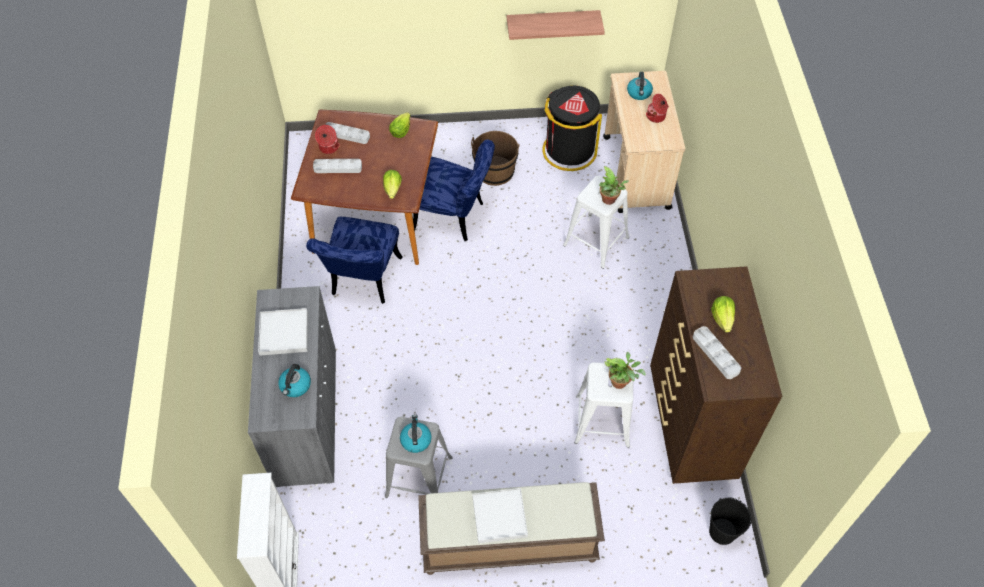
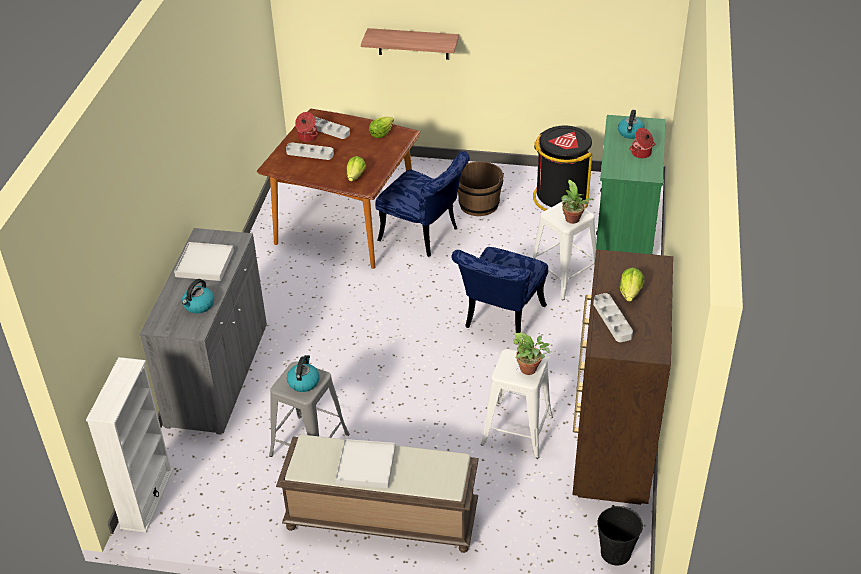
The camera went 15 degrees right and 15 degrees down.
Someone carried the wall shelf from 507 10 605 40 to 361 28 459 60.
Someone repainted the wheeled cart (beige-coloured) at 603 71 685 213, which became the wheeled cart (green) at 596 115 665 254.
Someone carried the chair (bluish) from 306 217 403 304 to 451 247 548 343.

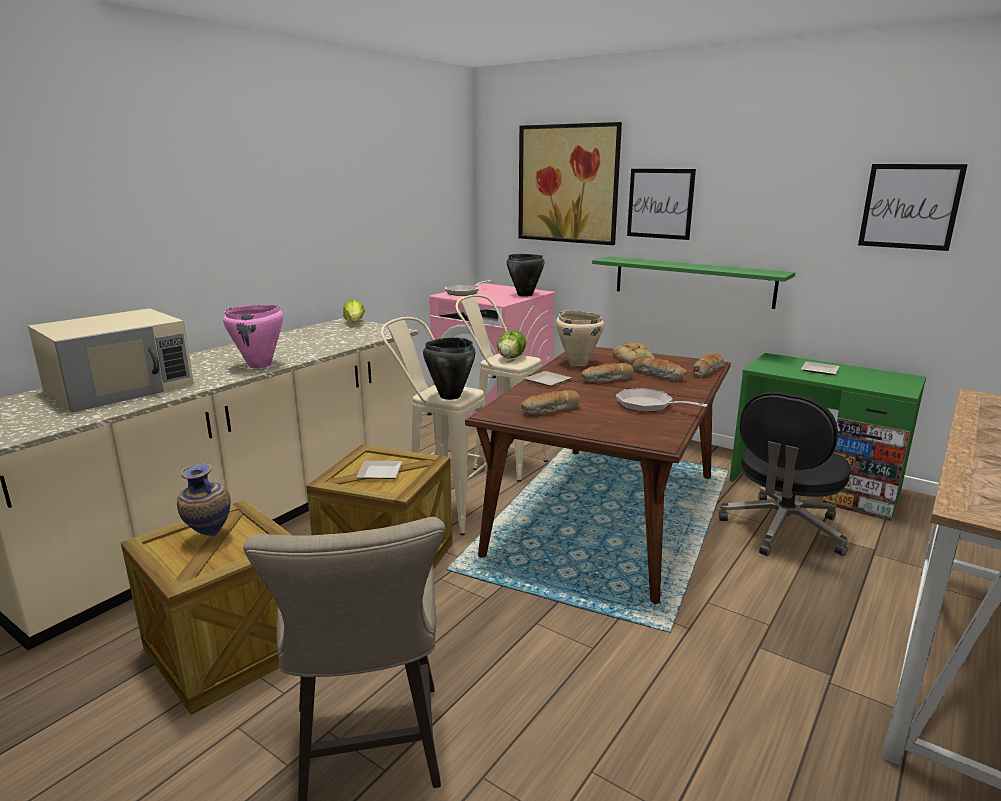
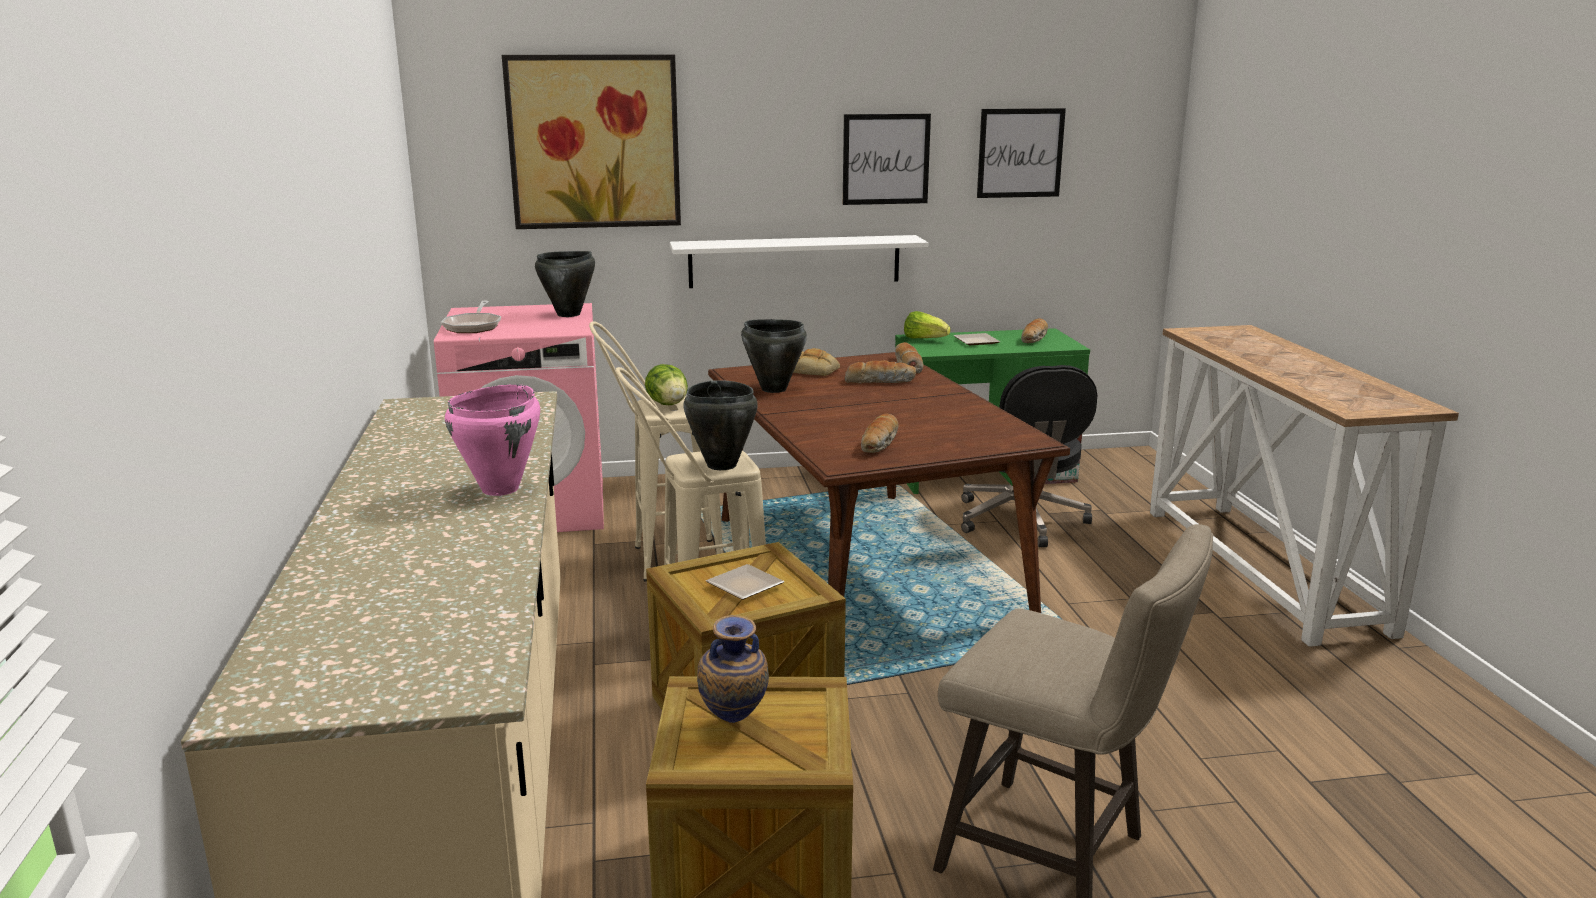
The camera went 45 degrees left and 0 degrees up.
Someone carried the wall art from 627 169 696 240 to 843 114 931 205.
Someone repainted the wall shelf (green) at 592 257 795 309, which became the wall shelf (white-coloured) at 670 235 928 288.
Someone carried the lettuce from 343 300 365 323 to 904 311 951 339.
Someone took away the microwave (beige-coloured) at 28 308 194 413.
Someone repainted the saucepot (beige-coloured) at 556 310 604 366, which became the saucepot (black) at 741 319 807 393.
Someone carried the baked bread from 581 363 634 383 to 1021 319 1048 343.
Someone took away the flat dish at 524 371 571 386.
Someone took away the frying pan at 616 388 708 412.

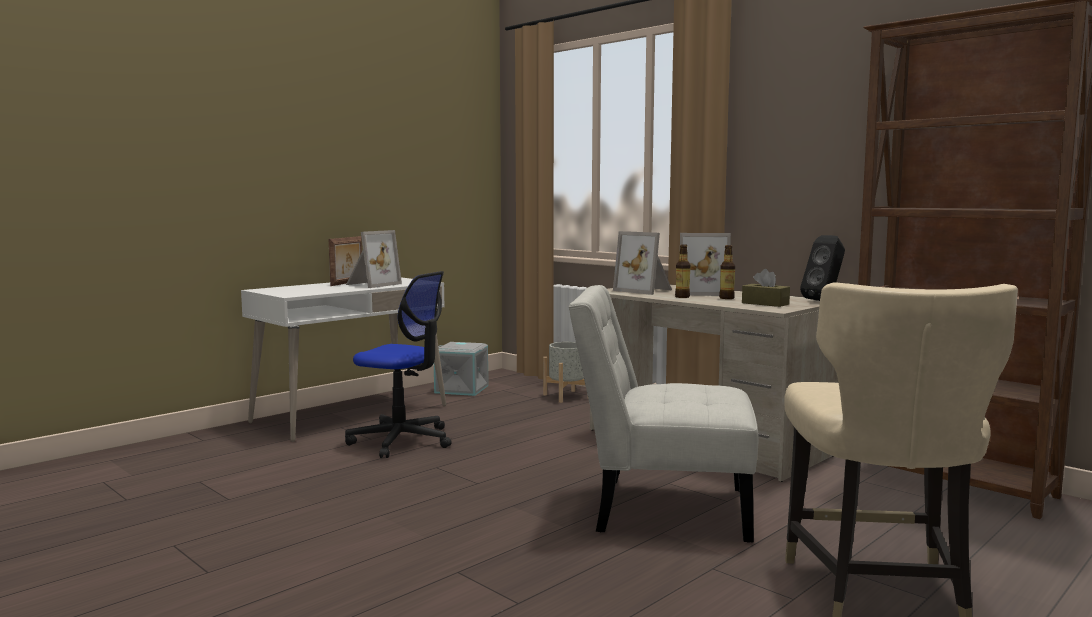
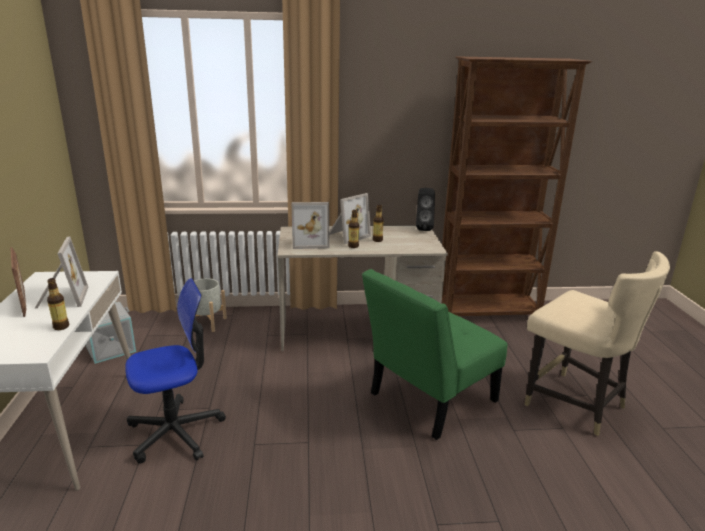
The camera went 50 degrees left and 15 degrees up.
Someone took away the tissue holder (brown-coloured) at 742 269 790 307.
Someone repainted the chair (white-coloured) at 568 285 759 543, which became the chair (green) at 362 269 507 440.
Someone put down the drink bottle at 47 278 69 330.

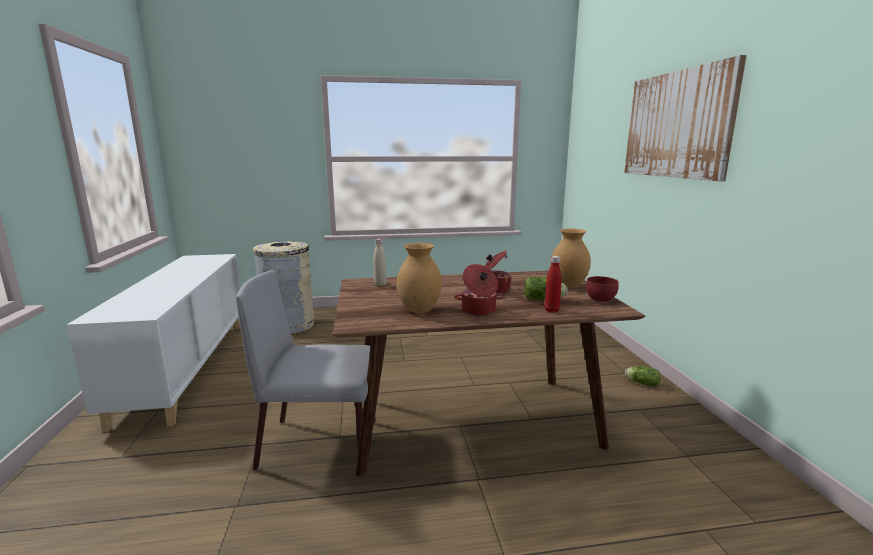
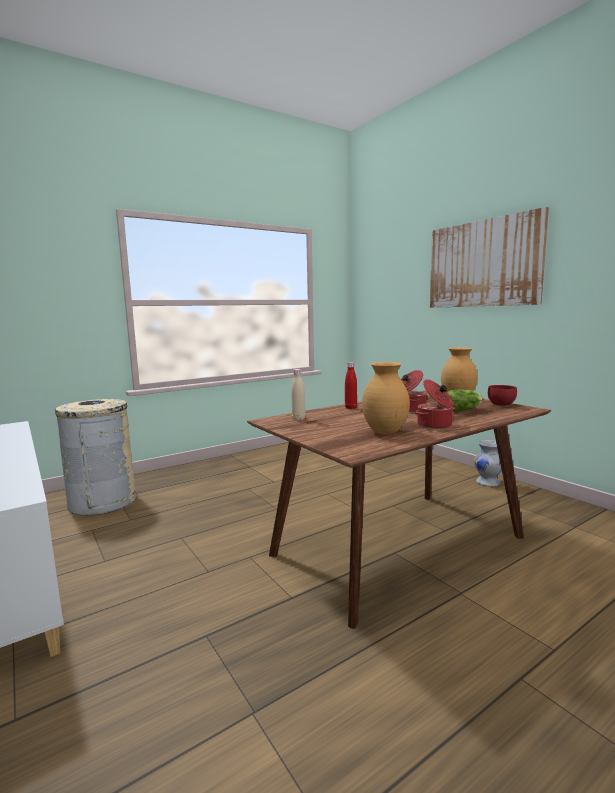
The camera went 25 degrees left and 5 degrees down.
Someone carried the drink bottle (red) from 545 256 562 312 to 345 362 357 409.
Someone took away the chair (grey) at 236 270 375 470.
Someone swapped the lettuce at 625 366 660 387 for the flower vase (white-coloured) at 474 440 502 486.

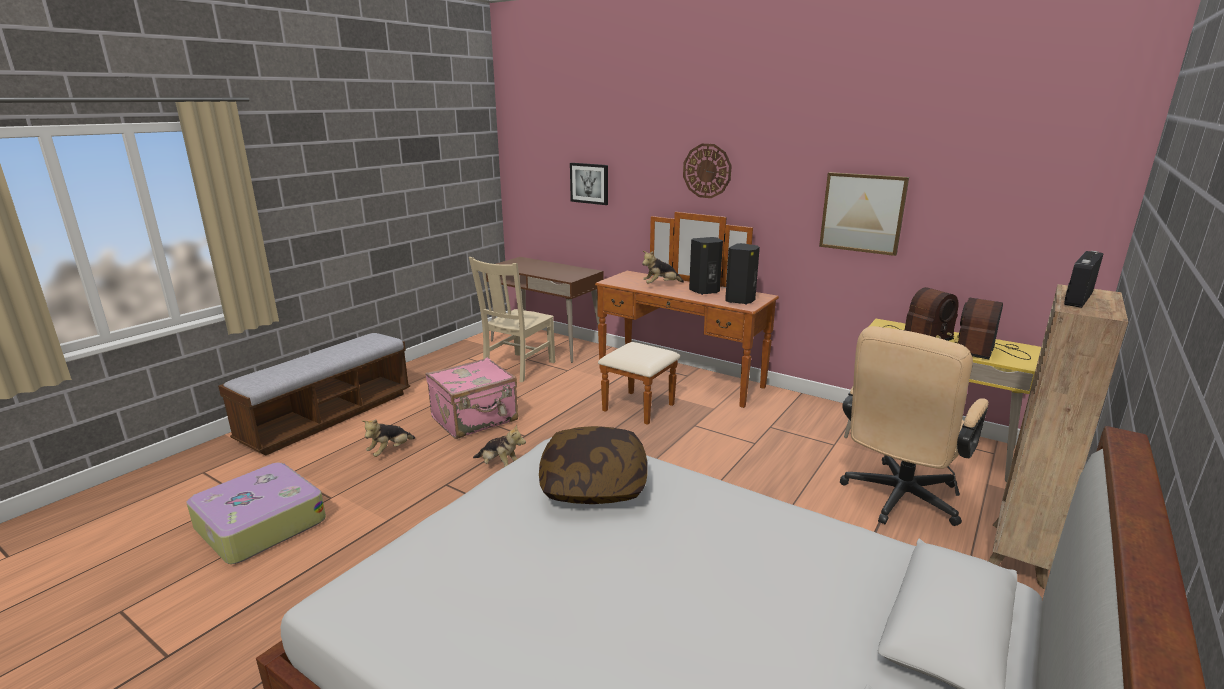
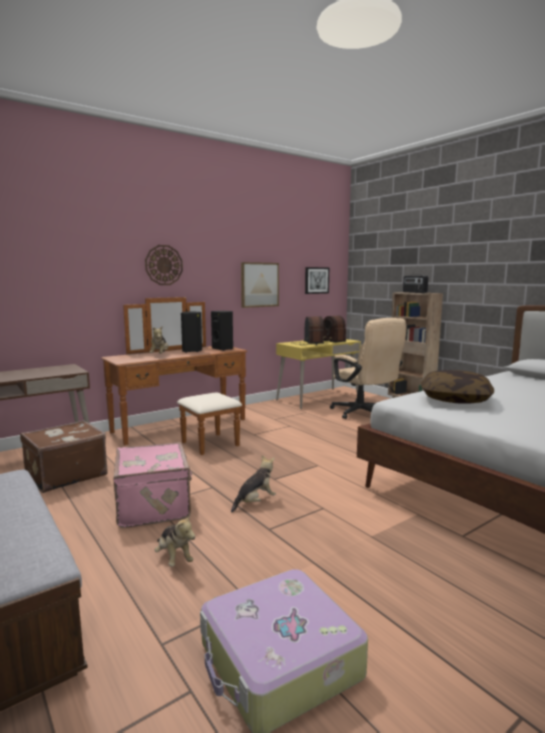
The camera went 70 degrees left and 10 degrees down.
Someone carried the wall art from 570 163 608 205 to 305 267 329 294.
Someone swapped the chair (beige-coloured) at 469 257 555 382 for the piece of luggage (brown-coloured) at 20 420 108 493.

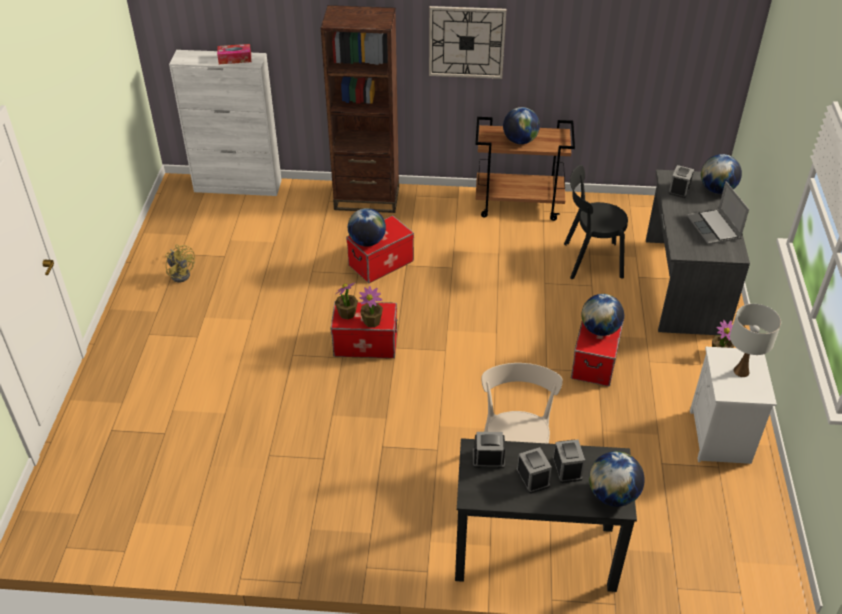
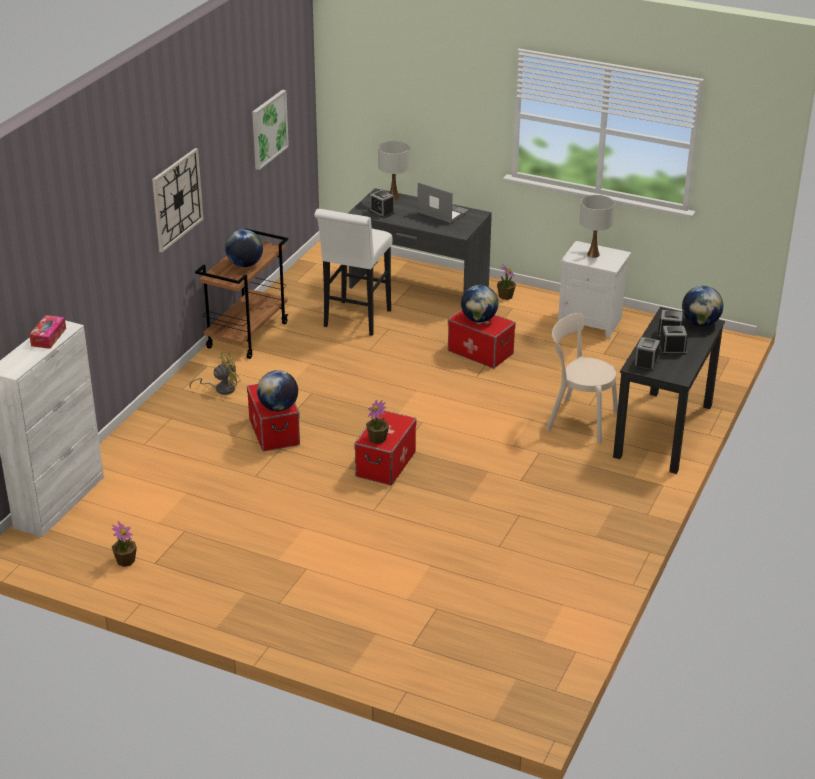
The camera went 70 degrees left and 10 degrees down.
Someone took away the shelving unit (brown-coloured) at 321 5 399 213.
Someone swapped the world globe at 701 154 742 194 for the table lamp (white-coloured) at 378 140 410 201.
Someone swapped the chair (black) at 564 165 628 279 for the stool seat (white-coloured) at 314 209 393 336.
Someone rotated the laptop at 687 181 749 245 by 150 degrees counterclockwise.
Someone carried the electric fan (yellow-coloured) from 165 245 195 283 to 189 352 241 395.
Someone carried the potted plant from 359 286 383 328 to 112 521 137 567.
Someone put up the wall art at 252 90 289 170.

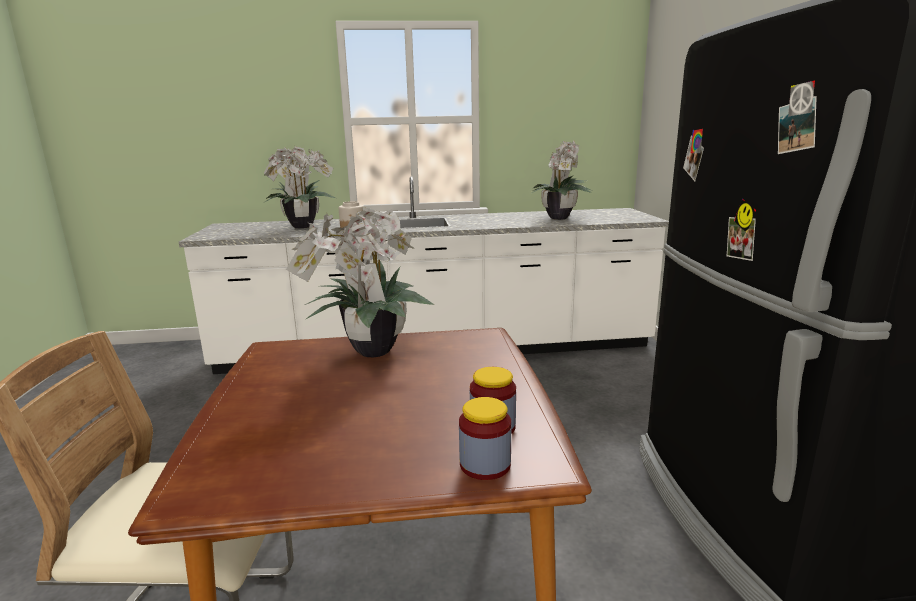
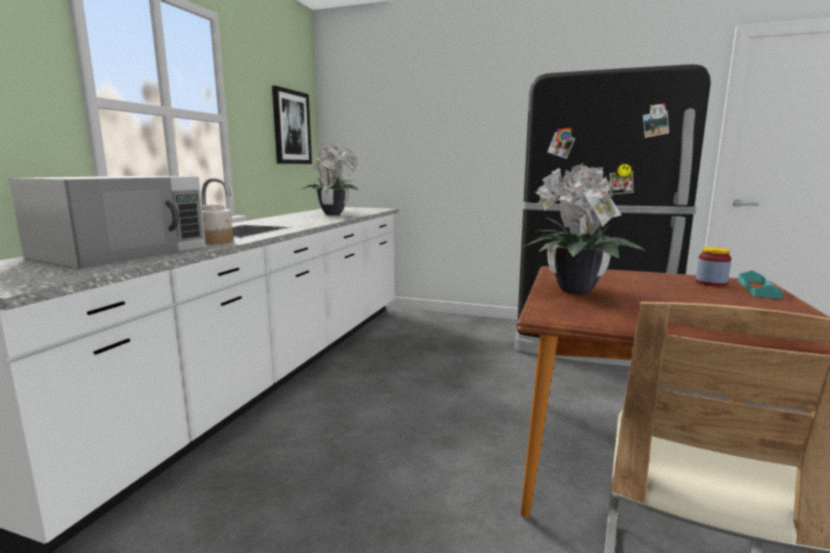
The camera went 65 degrees left and 5 degrees down.
Someone swapped the potted plant at 264 146 336 229 for the microwave (white-coloured) at 9 176 206 268.
Someone swapped the preserve jar at 459 397 511 480 for the tray (blue-green) at 738 270 783 299.
Someone put up the wall art at 272 86 312 164.

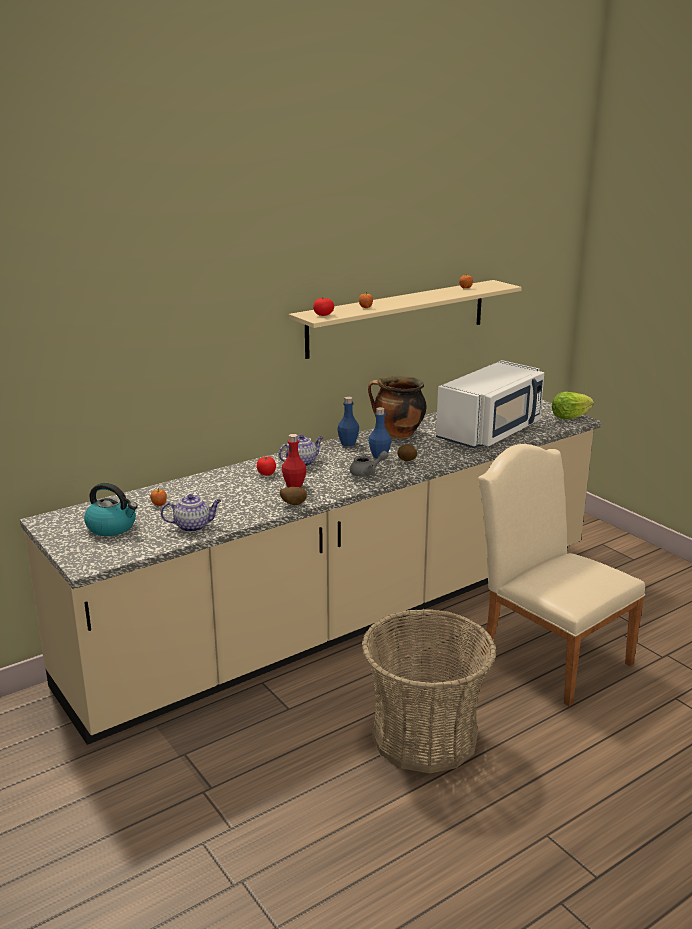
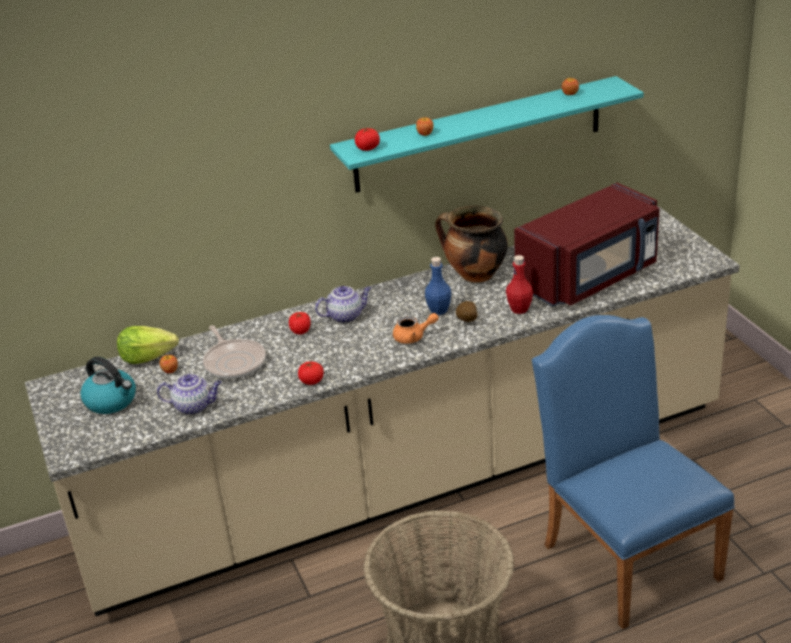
The camera went 15 degrees right and 10 degrees up.
Someone repainted the wall shelf (beige-coloured) at 289 280 522 359, which became the wall shelf (blue-green) at 330 76 644 193.
Someone repainted the microwave (white-coloured) at 436 360 544 448, which became the microwave (red) at 514 183 660 307.
Someone carried the lettuce from 552 392 594 419 to 117 326 179 364.
Someone took away the drink bottle (bluish) at 337 397 359 447.
Someone carried the drink bottle (red) from 282 434 307 488 to 506 255 533 314.
Someone repainted the chair (beige-coloured) at 478 444 645 707, which became the chair (bluish) at 532 315 735 629.
Someone repainted the tea pot (grey) at 350 451 389 477, which became the tea pot (orangey) at 393 313 439 344.
Someone swapped the spud at 280 487 307 505 for the whole tomato at 298 362 324 385.
Someone put down the frying pan at 203 325 266 379.

